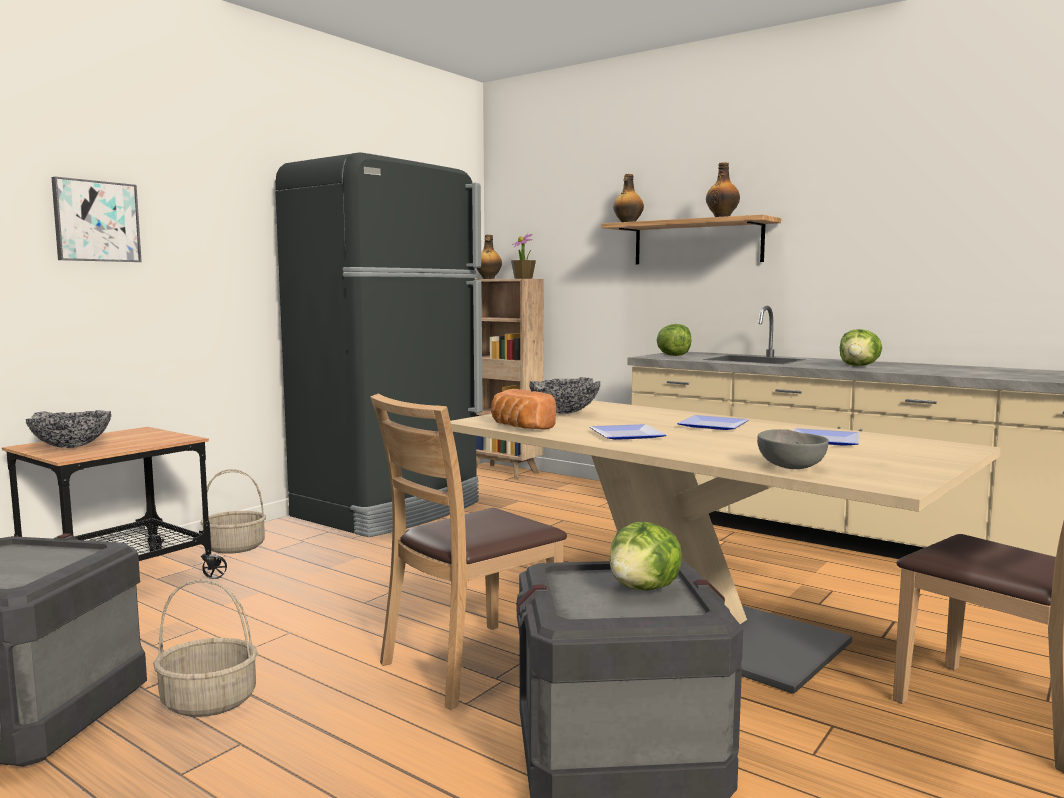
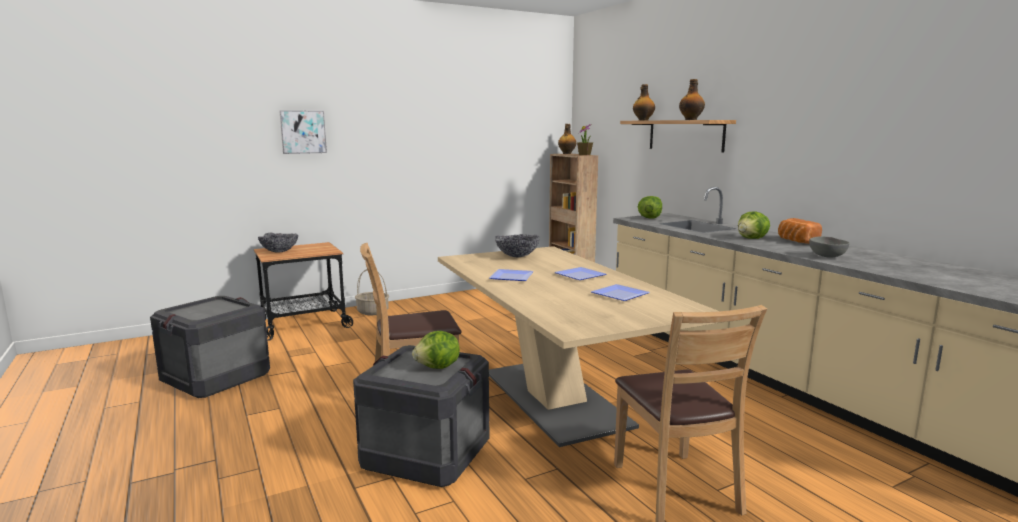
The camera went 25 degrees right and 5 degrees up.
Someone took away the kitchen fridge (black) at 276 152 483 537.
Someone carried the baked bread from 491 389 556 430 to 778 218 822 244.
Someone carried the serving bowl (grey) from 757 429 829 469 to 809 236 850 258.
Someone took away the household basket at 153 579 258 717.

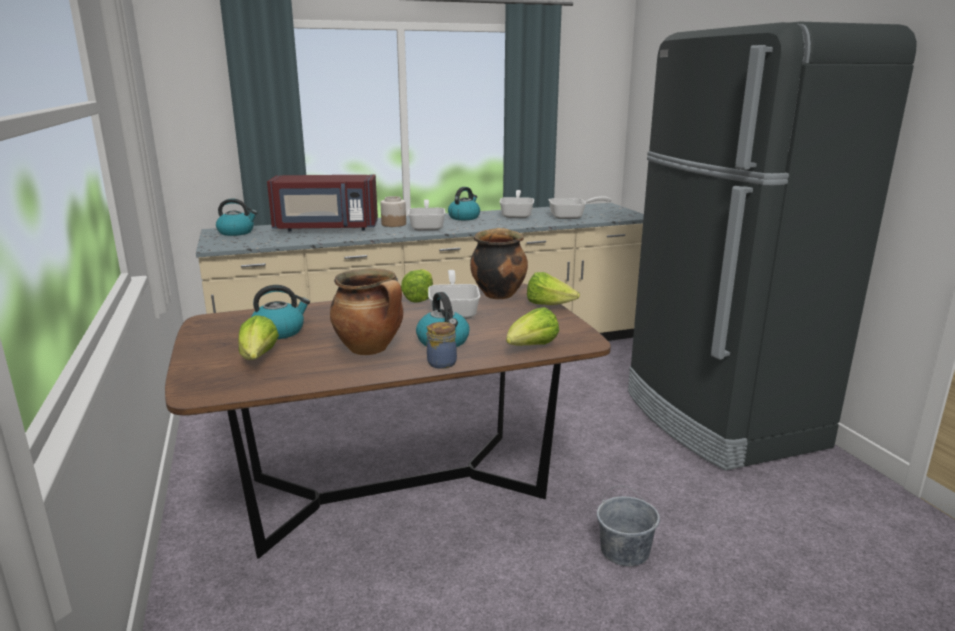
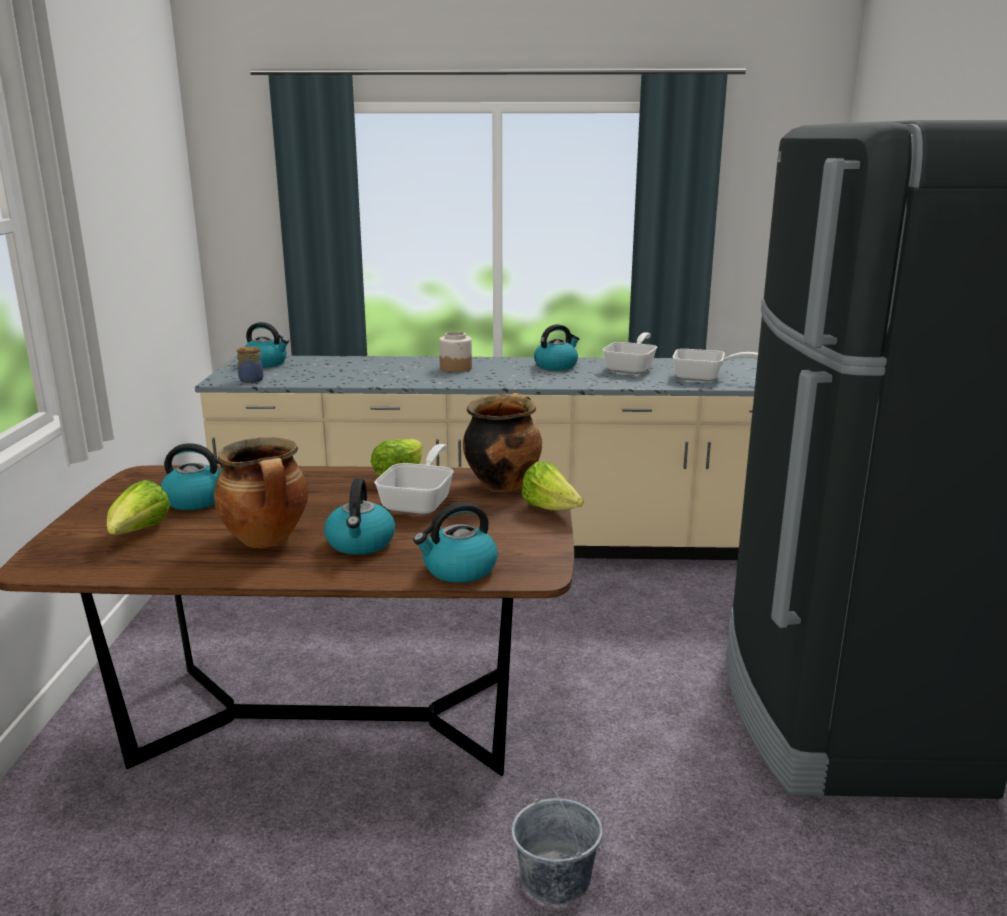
The camera went 20 degrees right and 0 degrees up.
Someone took away the microwave (red) at 267 175 378 231.
Someone took away the frying pan at 408 199 446 231.
Someone swapped the lettuce at 506 307 559 346 for the water kettle at 413 502 498 583.
Someone carried the preserve jar from 426 322 457 369 to 237 347 264 383.

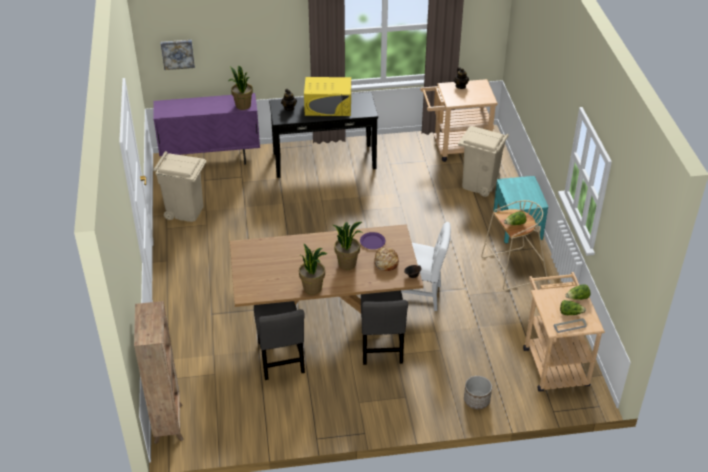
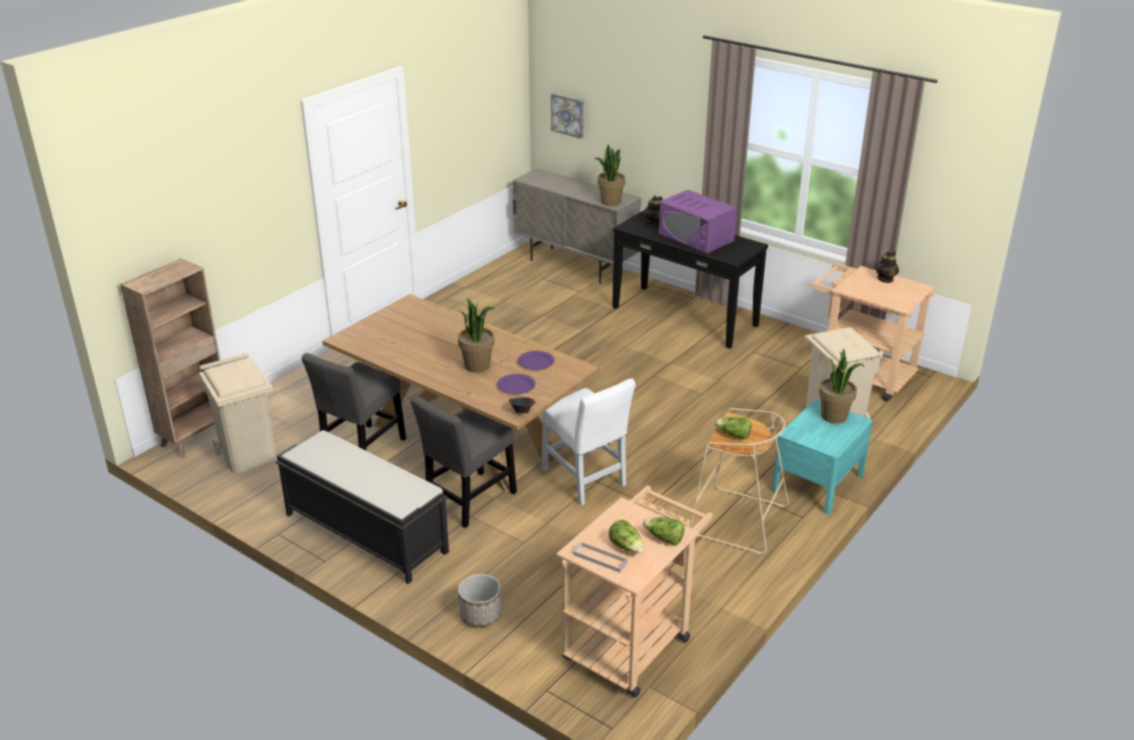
The camera went 45 degrees right and 10 degrees down.
Someone repainted the microwave (yellow-coloured) at 304 77 351 116, which became the microwave (purple-coloured) at 659 190 737 253.
Someone repainted the cupboard (purple-coloured) at 153 93 260 165, which became the cupboard (beige-coloured) at 513 168 641 284.
Someone carried the rubbish bin (beige-coloured) from 153 151 206 222 to 199 353 276 473.
Someone carried the potted plant from 299 243 327 295 to 819 349 865 424.
Someone swapped the baked bread at 374 247 399 271 for the flat dish (purple-coloured) at 497 374 536 394.
Someone put down the indoor bench (black) at 276 430 449 584.

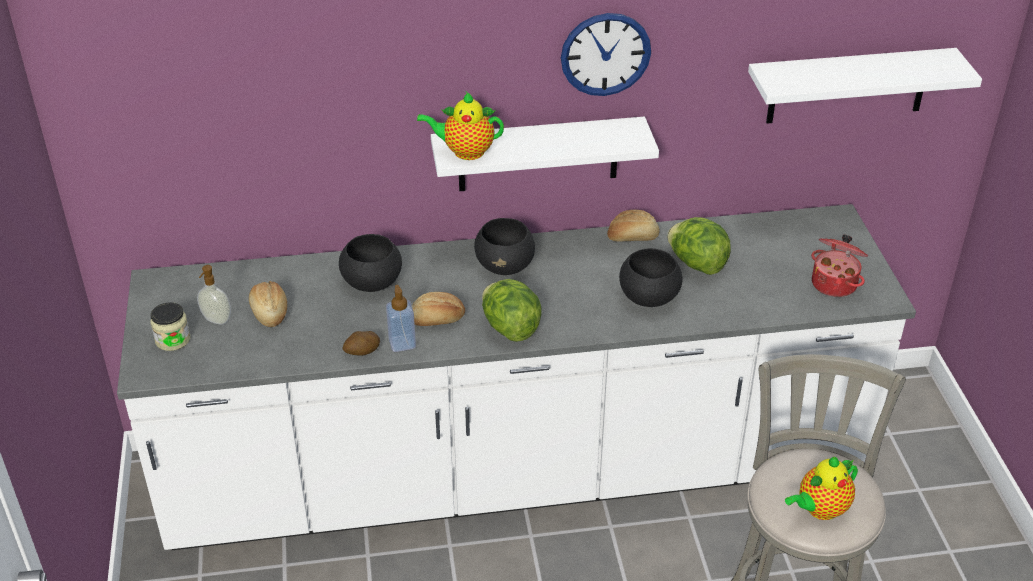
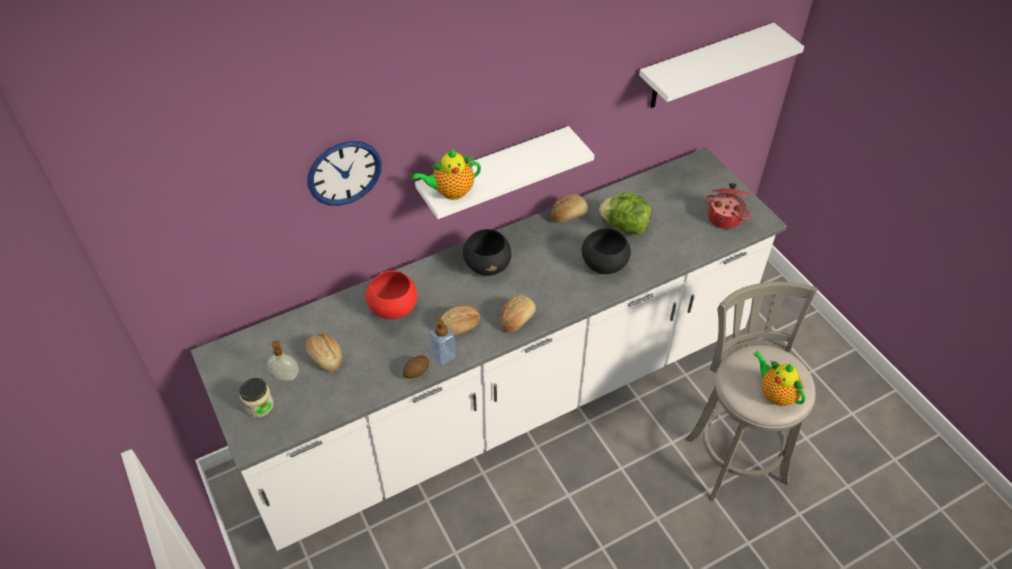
The camera went 20 degrees left and 10 degrees up.
Someone carried the wall clock from 561 13 651 96 to 307 141 382 206.
Someone repainted the serving bowl (black) at 339 234 402 292, which became the serving bowl (red) at 366 271 417 319.
Someone swapped the lettuce at 482 279 542 342 for the baked bread at 501 295 536 333.
Someone rotated the tea pot at 785 457 858 520 by 105 degrees clockwise.

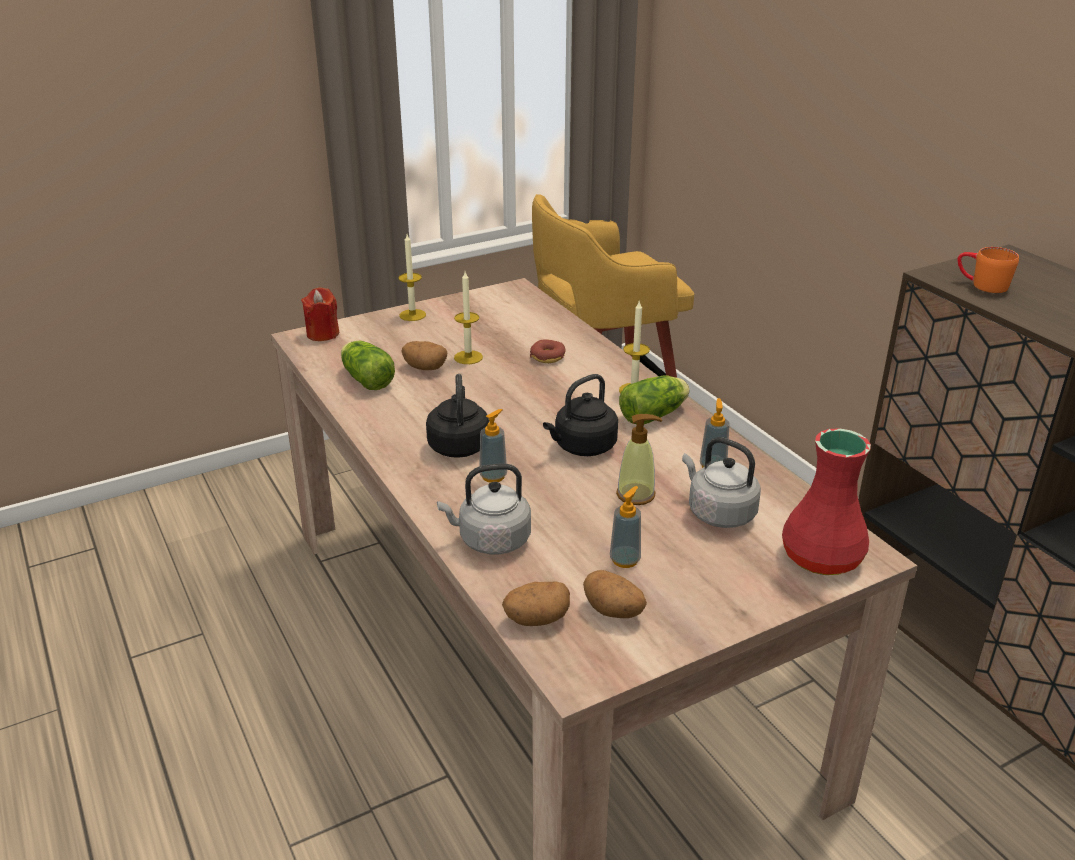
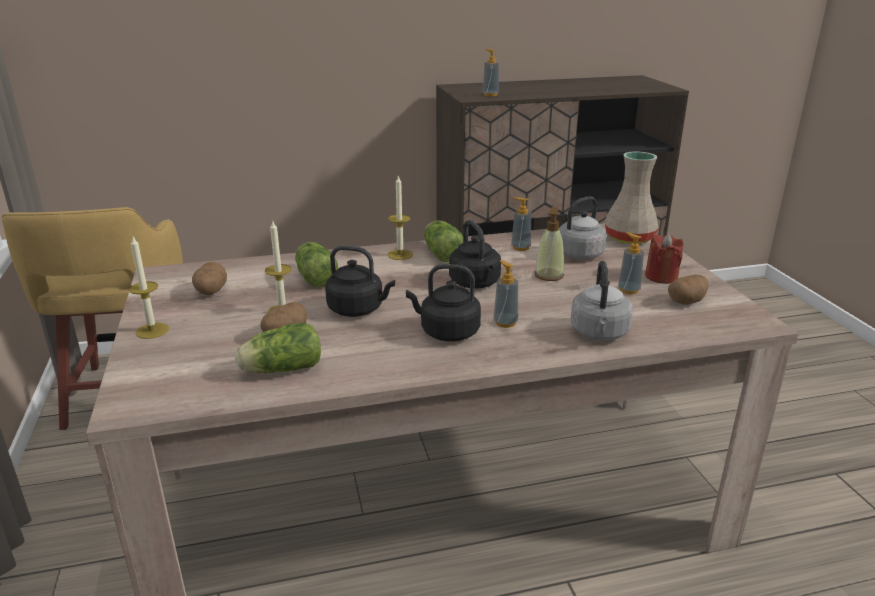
The camera went 75 degrees left and 5 degrees down.
Someone swapped the coffee mug (orangey) at 957 247 1019 293 for the liquid soap bottle at 482 49 499 96.
Someone carried the wax candle (red) from 301 287 339 341 to 645 233 683 284.
Someone swapped the ring doughnut at 530 339 566 363 for the lettuce at 295 242 338 287.
Someone repainted the flower vase (red) at 782 428 871 575, which became the flower vase (beige-coloured) at 605 151 659 244.
Someone carried the spud from 502 582 570 626 to 192 262 227 295.
Someone put down the water kettle (black) at 325 246 395 317.

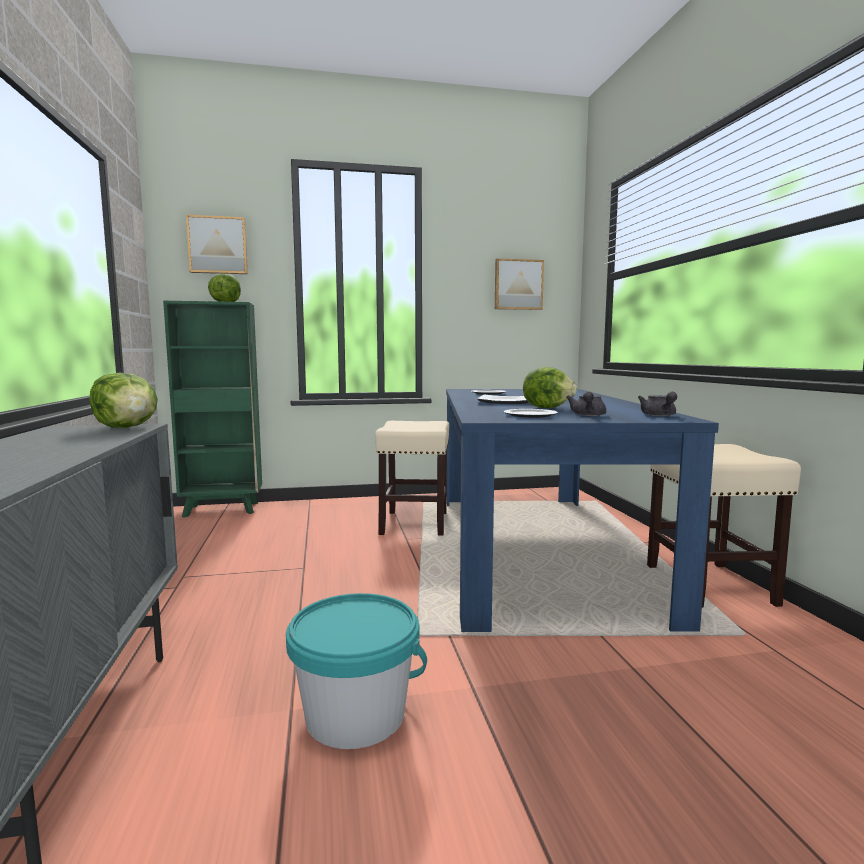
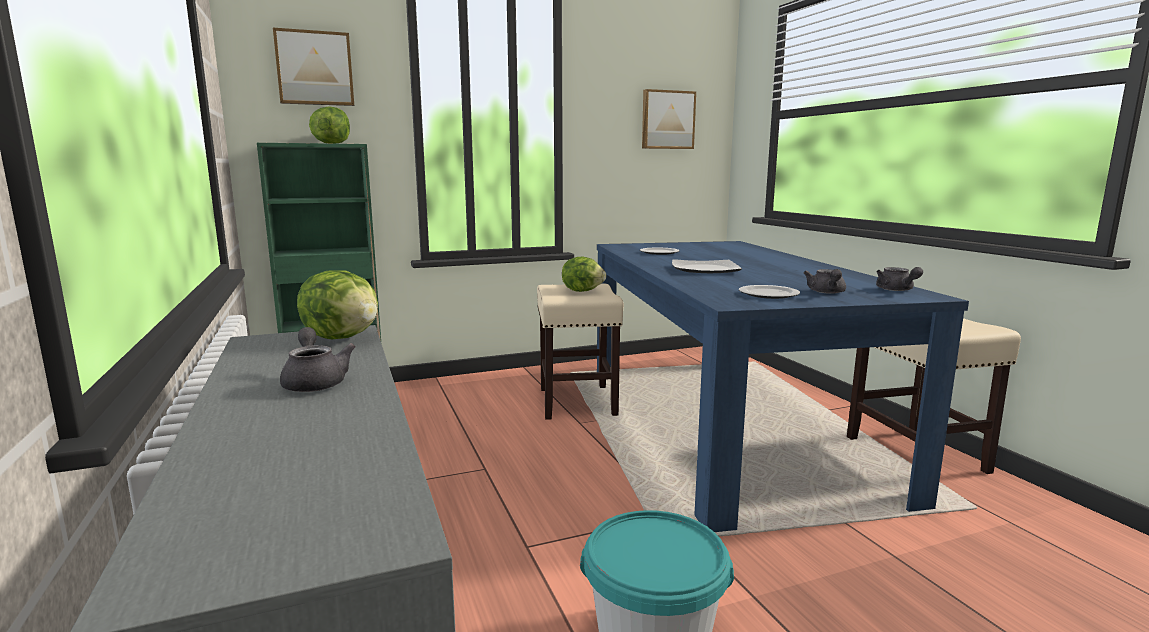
The camera went 10 degrees left and 5 degrees up.
Someone carried the lettuce from 523 367 577 408 to 562 257 606 292.
Someone put down the tea pot (grey) at 280 327 356 392.

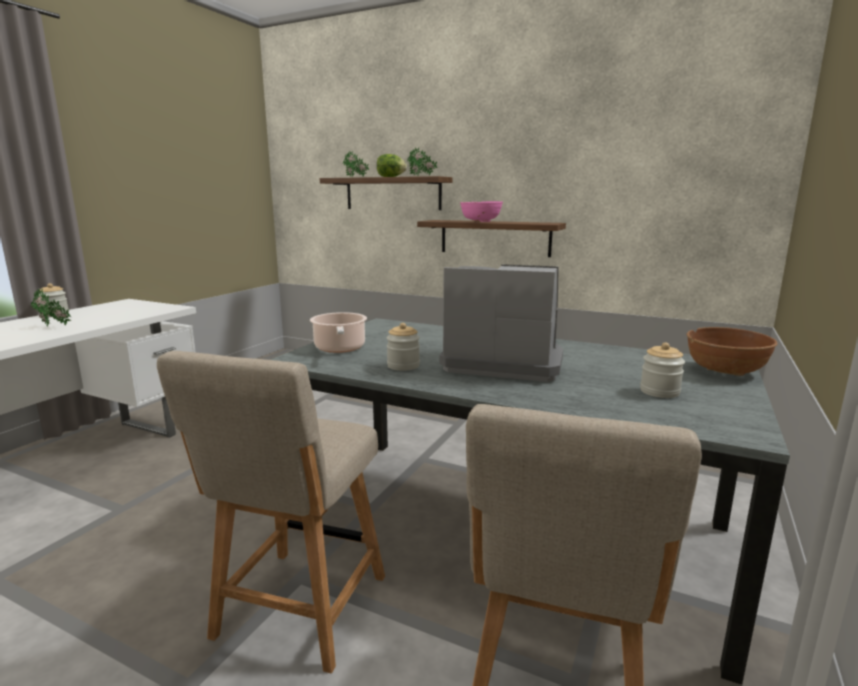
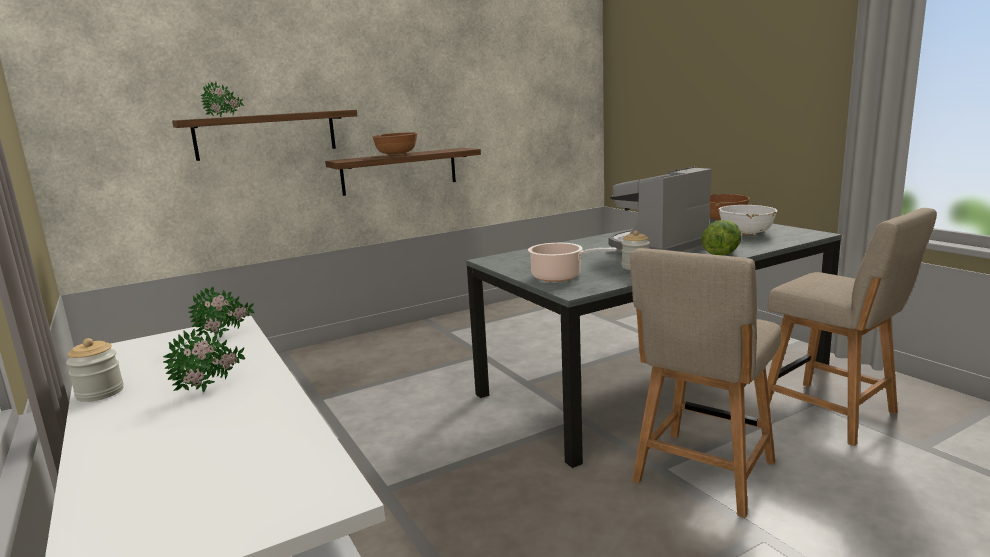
The camera went 55 degrees left and 0 degrees up.
Someone carried the potted plant from 407 148 437 176 to 189 286 254 338.
Someone carried the lettuce from 377 154 407 177 to 701 220 742 255.
Someone repainted the serving bowl (pink-coloured) at 460 201 503 222, which became the serving bowl (brown-coloured) at 372 132 418 156.
Someone swapped the preserve jar at 640 342 685 398 for the serving bowl (white-coloured) at 718 205 777 235.
Someone rotated the chair (beige-coloured) at 157 351 385 673 by 75 degrees clockwise.

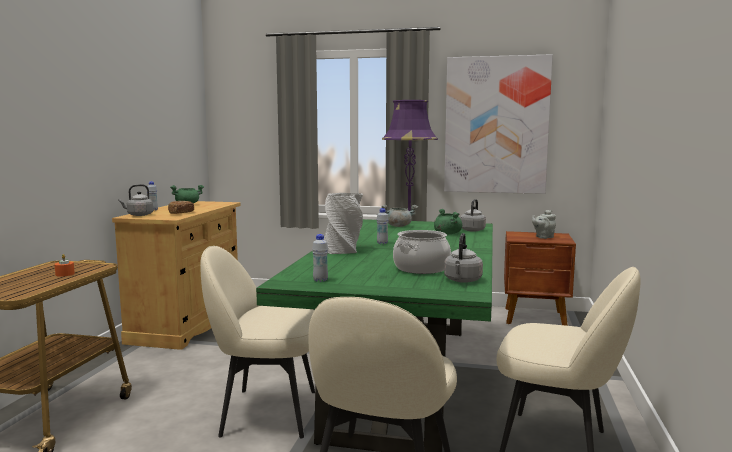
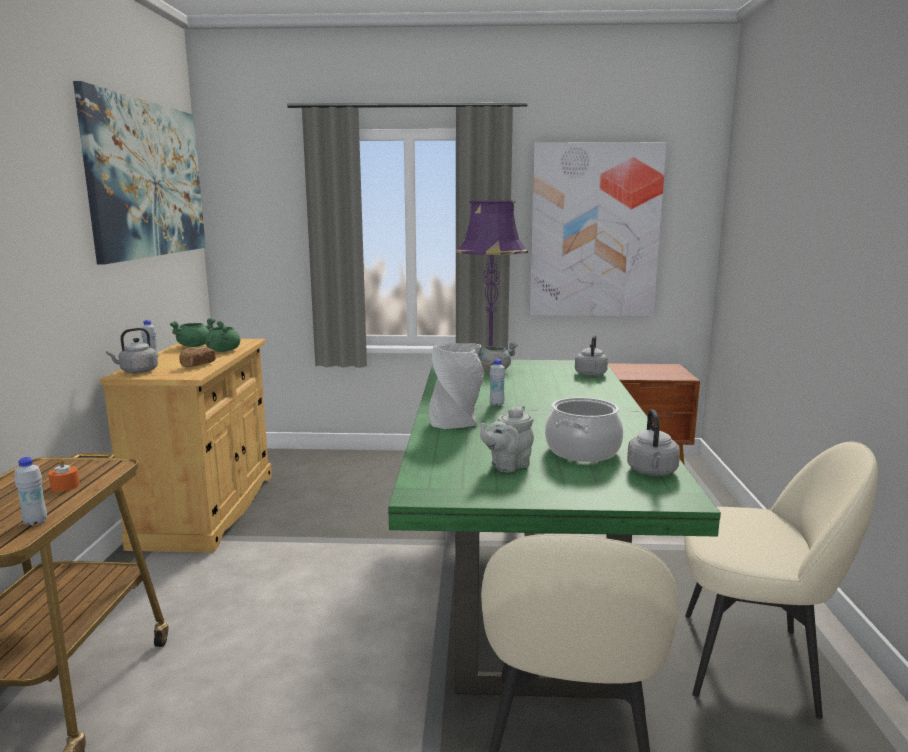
The camera went 10 degrees left and 5 degrees up.
Someone carried the saucepot (green) from 434 209 462 234 to 205 321 240 352.
Someone carried the tea pot (grey) from 532 210 556 239 to 480 405 534 472.
Someone carried the drink bottle (white-coloured) from 312 234 328 282 to 14 457 47 526.
Someone took away the chair (beige-coloured) at 200 246 315 439.
Someone put up the wall art at 73 81 206 265.

